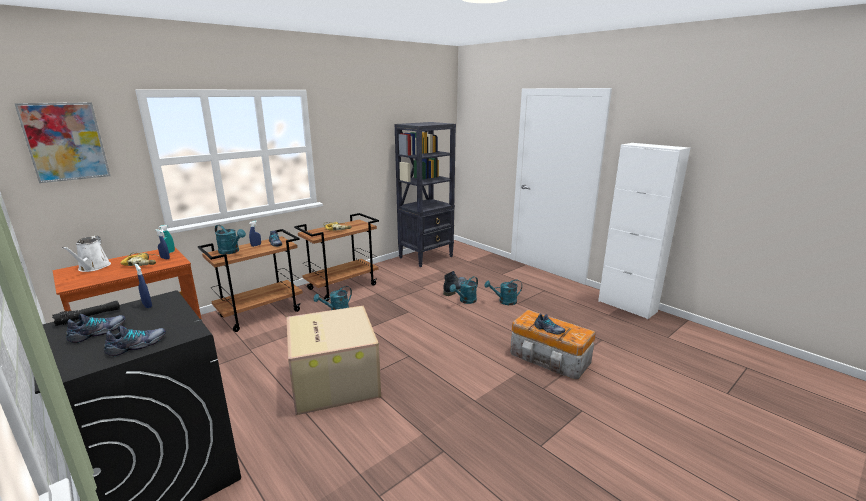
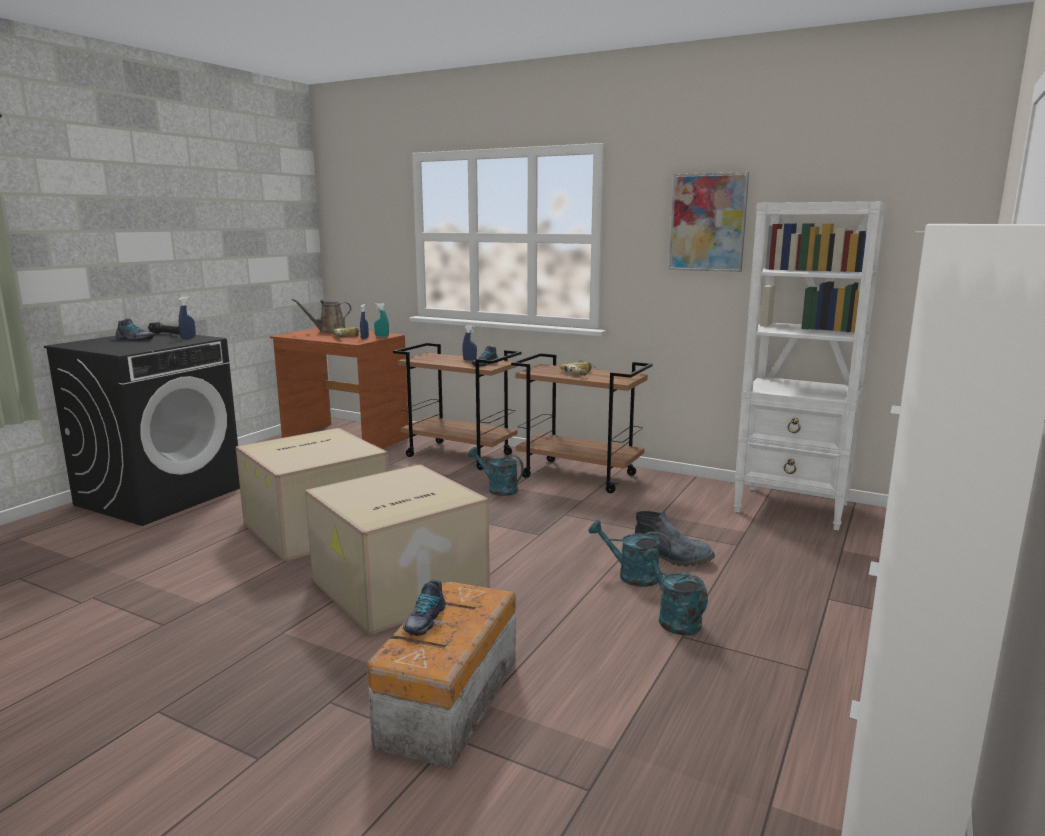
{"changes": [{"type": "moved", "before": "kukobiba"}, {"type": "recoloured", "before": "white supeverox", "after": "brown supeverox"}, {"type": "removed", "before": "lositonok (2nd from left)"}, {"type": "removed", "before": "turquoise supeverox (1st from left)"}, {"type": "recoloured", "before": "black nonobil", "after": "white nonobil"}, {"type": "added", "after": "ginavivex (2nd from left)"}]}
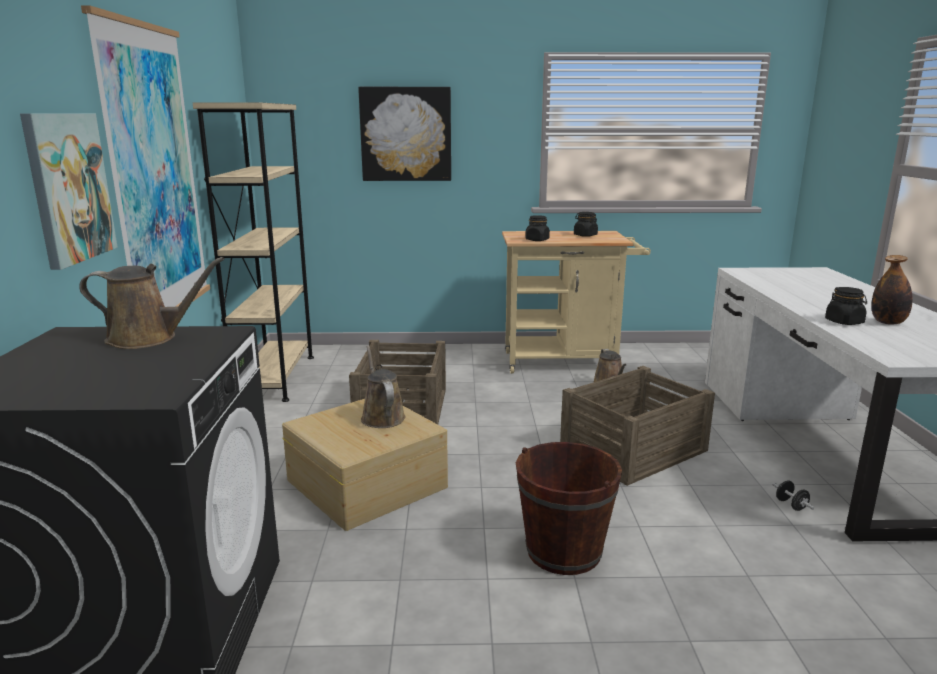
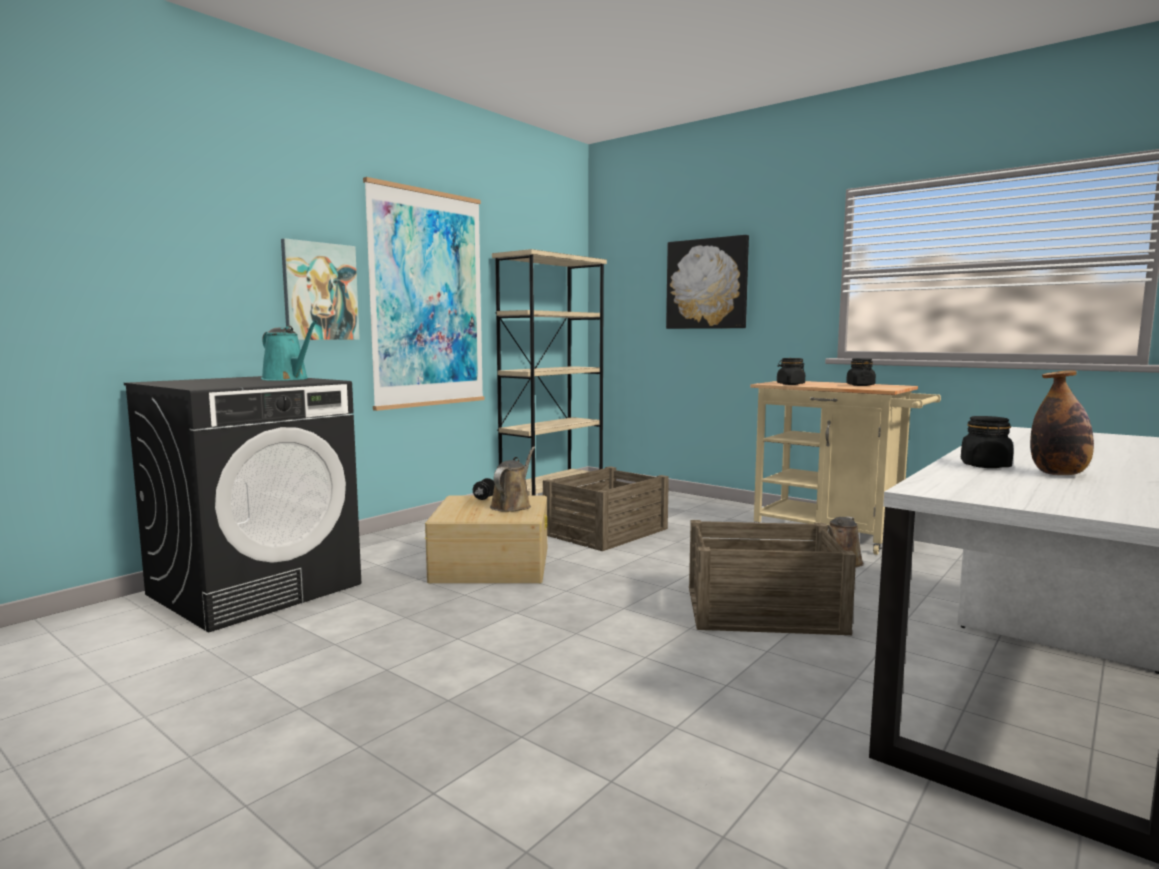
{"changes": [{"type": "recoloured", "before": "brown supeverox (1st from left)", "after": "turquoise supeverox"}, {"type": "removed", "before": "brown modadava"}, {"type": "moved", "before": "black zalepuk"}]}
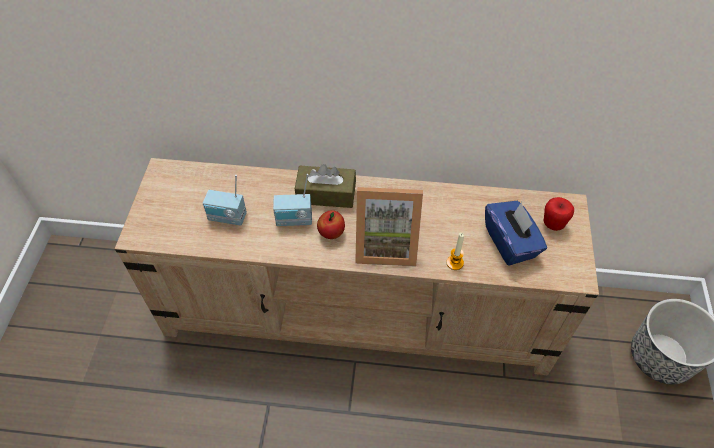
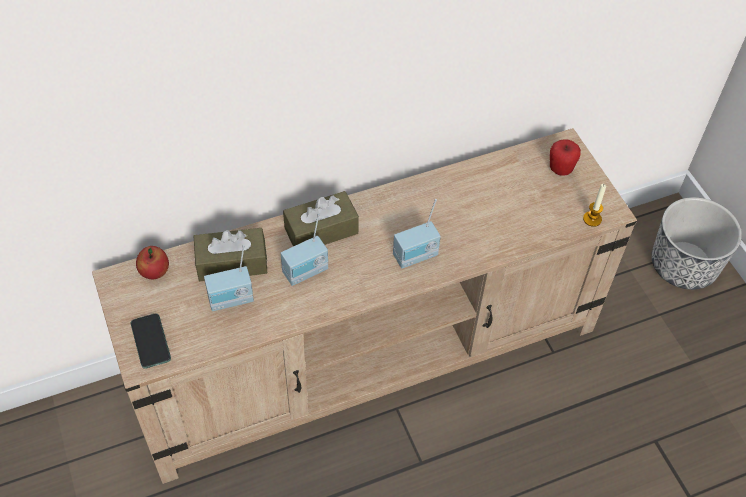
{"changes": [{"type": "moved", "before": "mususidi (1st from left)"}, {"type": "replaced", "before": "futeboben", "after": "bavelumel (3rd from left)"}, {"type": "moved", "before": "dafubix"}, {"type": "removed", "before": "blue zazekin"}, {"type": "added", "after": "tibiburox"}, {"type": "added", "after": "brown zazekin (1st from left)"}]}
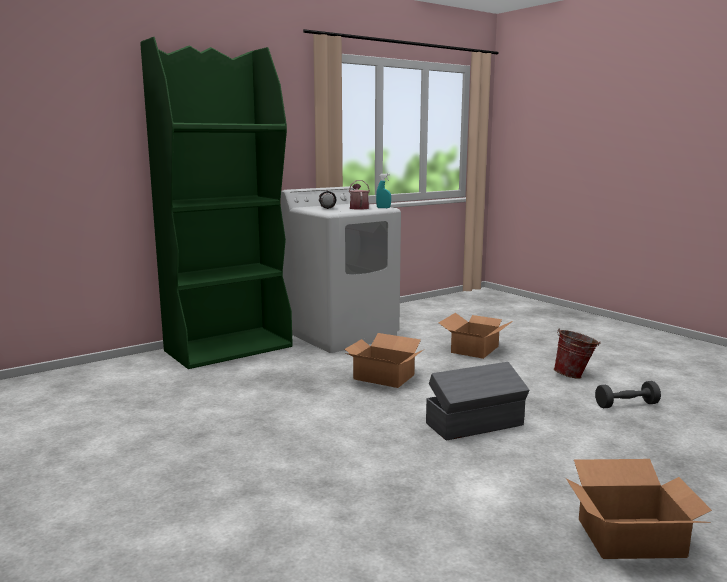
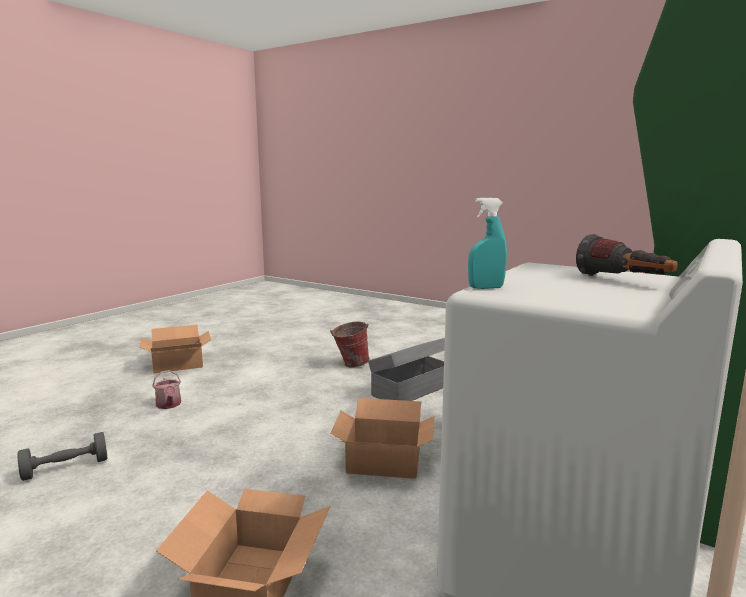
{"changes": [{"type": "moved", "before": "supeverox"}, {"type": "moved", "before": "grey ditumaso"}, {"type": "moved", "before": "modadava"}]}
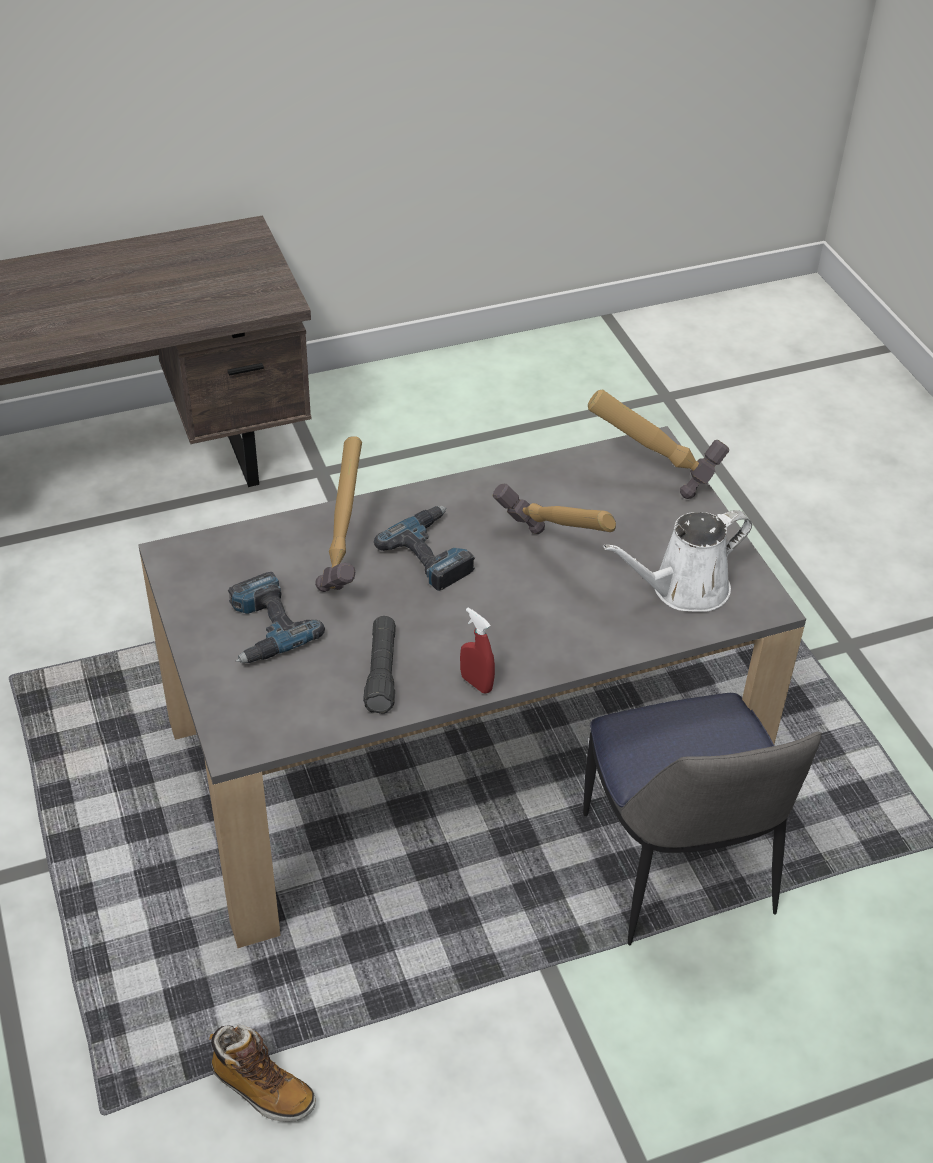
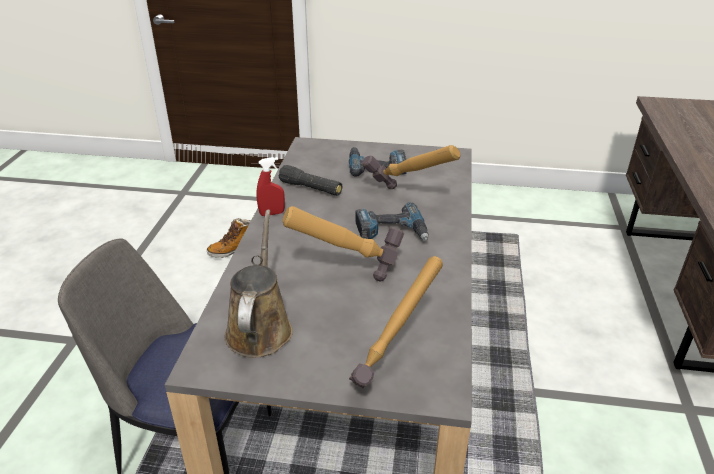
{"changes": [{"type": "recoloured", "before": "white supeverox", "after": "brown supeverox"}]}
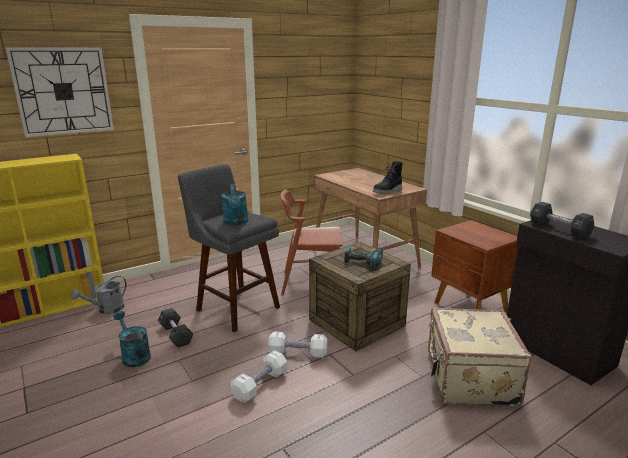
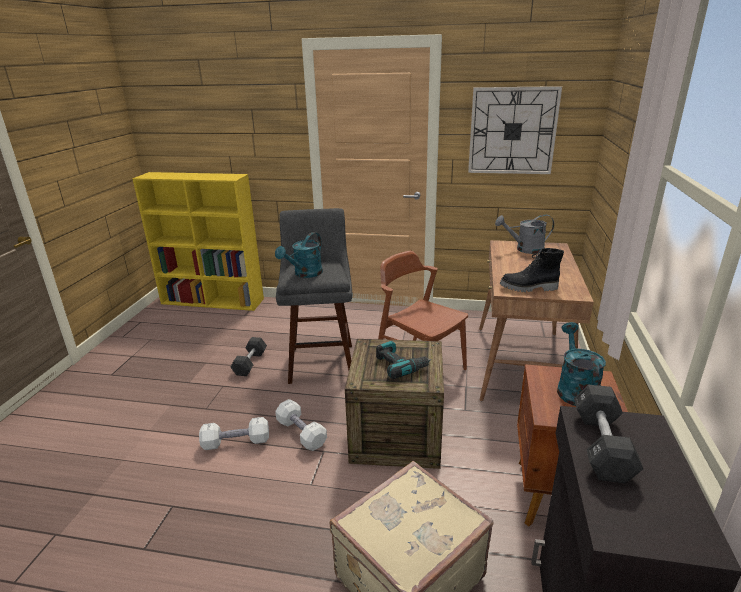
{"changes": [{"type": "moved", "before": "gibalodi"}, {"type": "moved", "before": "grey supeverox"}, {"type": "moved", "before": "turquoise supeverox (1st from left in the first image)", "after": "turquoise supeverox (2nd from left)"}]}
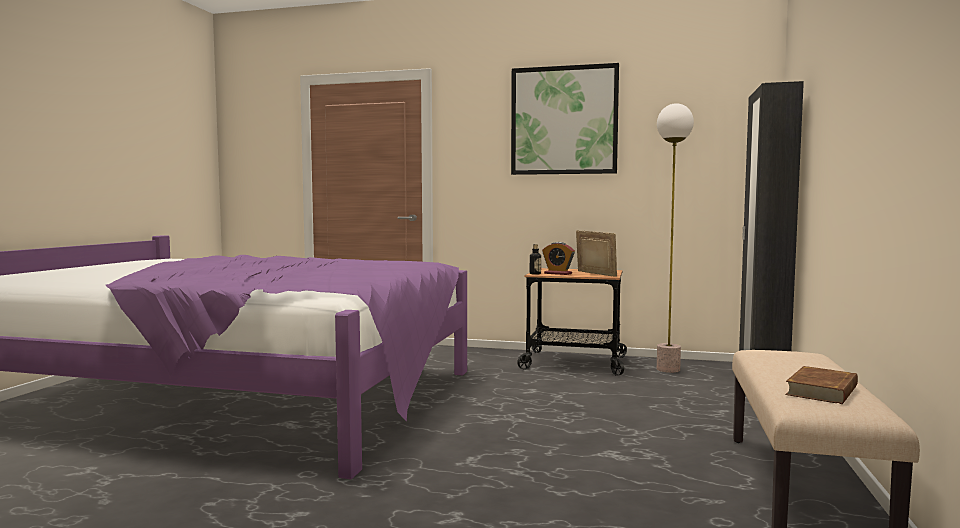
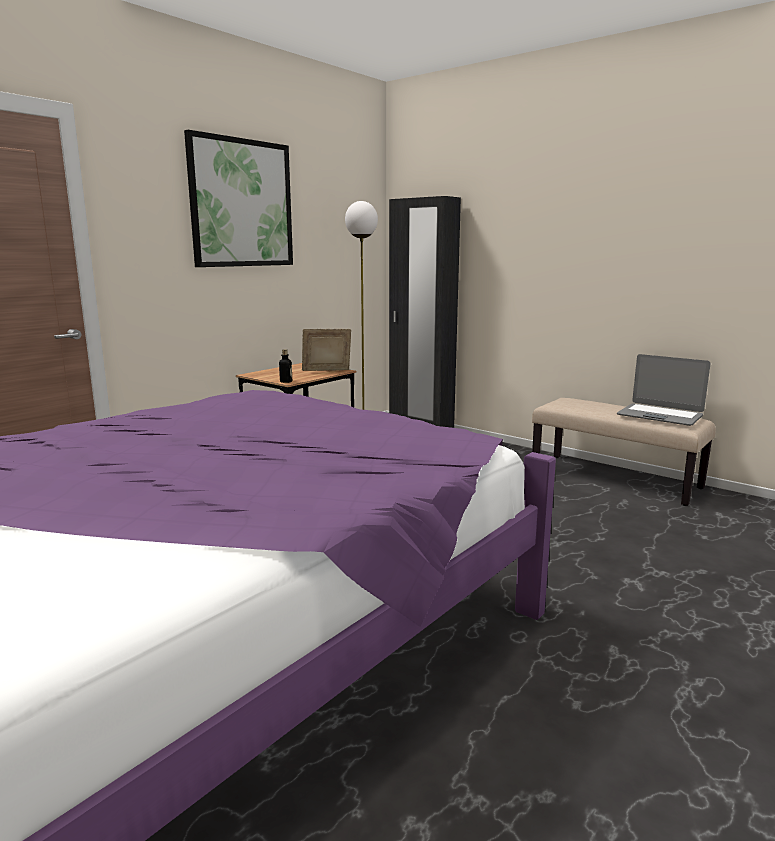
{"changes": [{"type": "removed", "before": "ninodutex"}, {"type": "replaced", "before": "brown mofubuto", "after": "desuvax"}]}
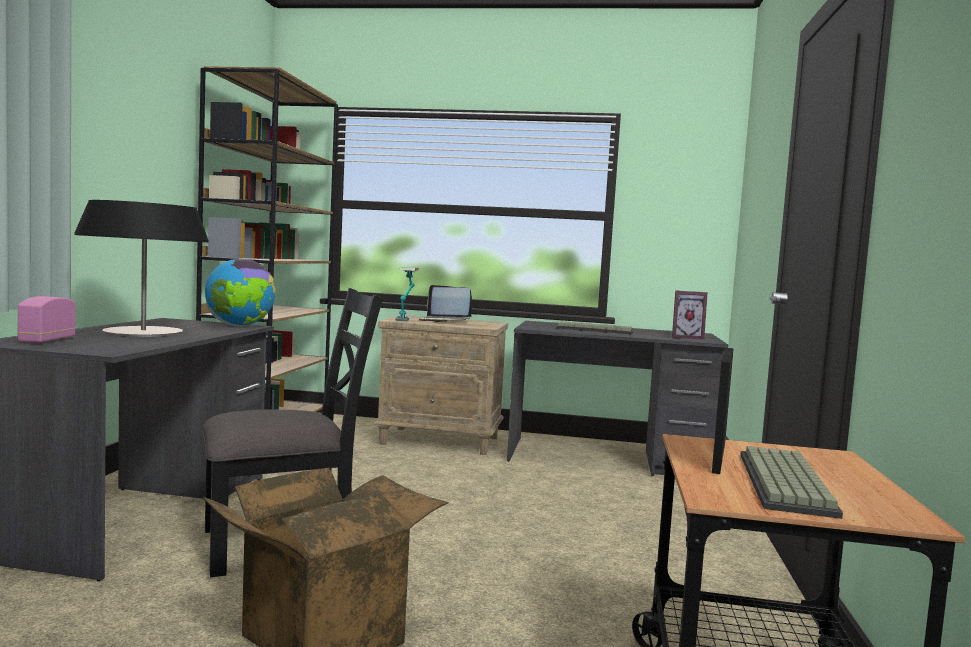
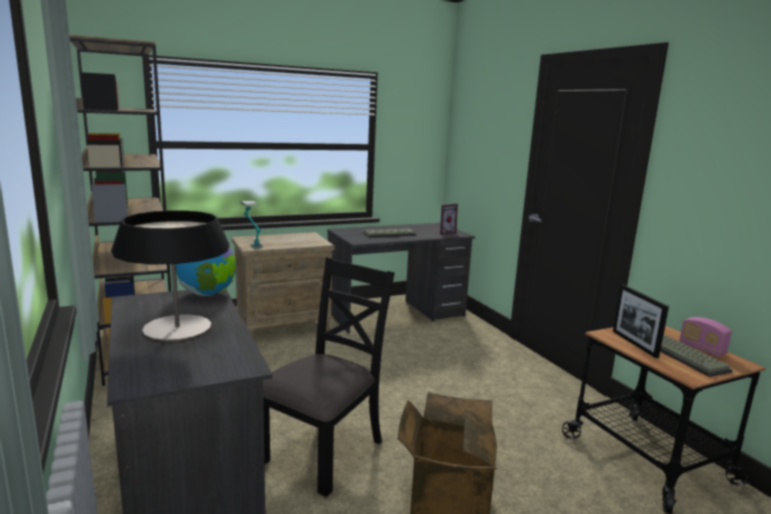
{"changes": [{"type": "moved", "before": "bavelumel"}, {"type": "removed", "before": "desuvax"}]}
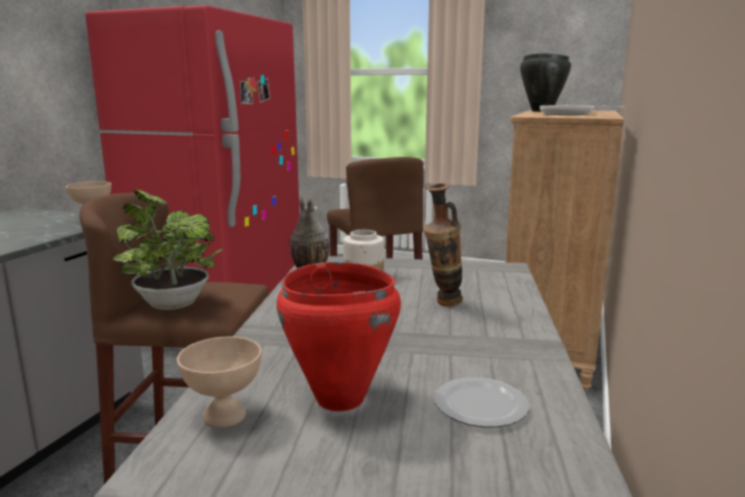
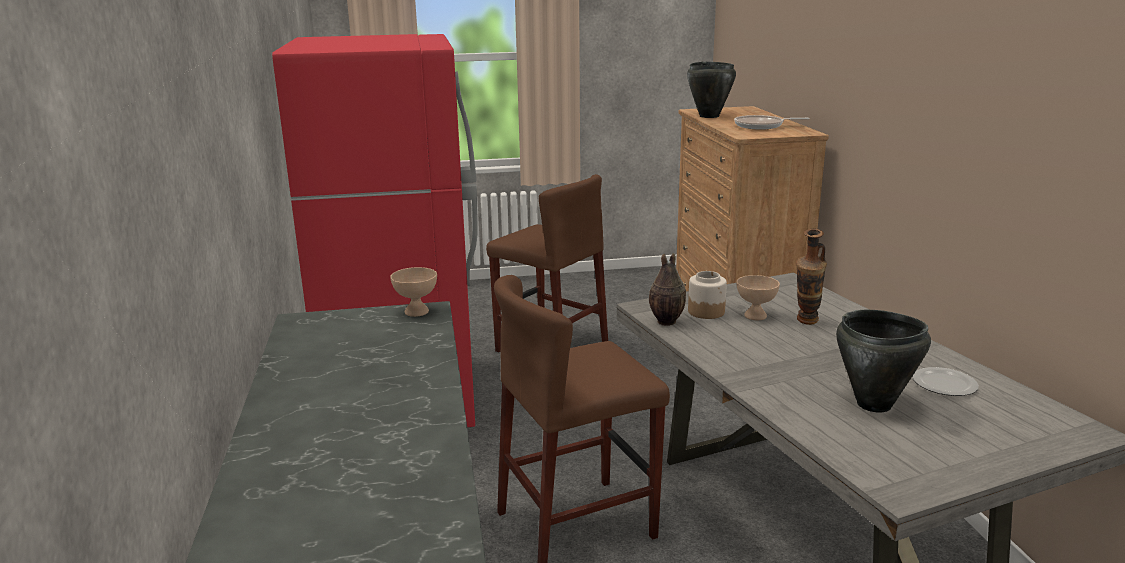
{"changes": [{"type": "removed", "before": "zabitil"}, {"type": "moved", "before": "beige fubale (2nd from left)"}, {"type": "recoloured", "before": "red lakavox", "after": "black lakavox (2nd from left)"}]}
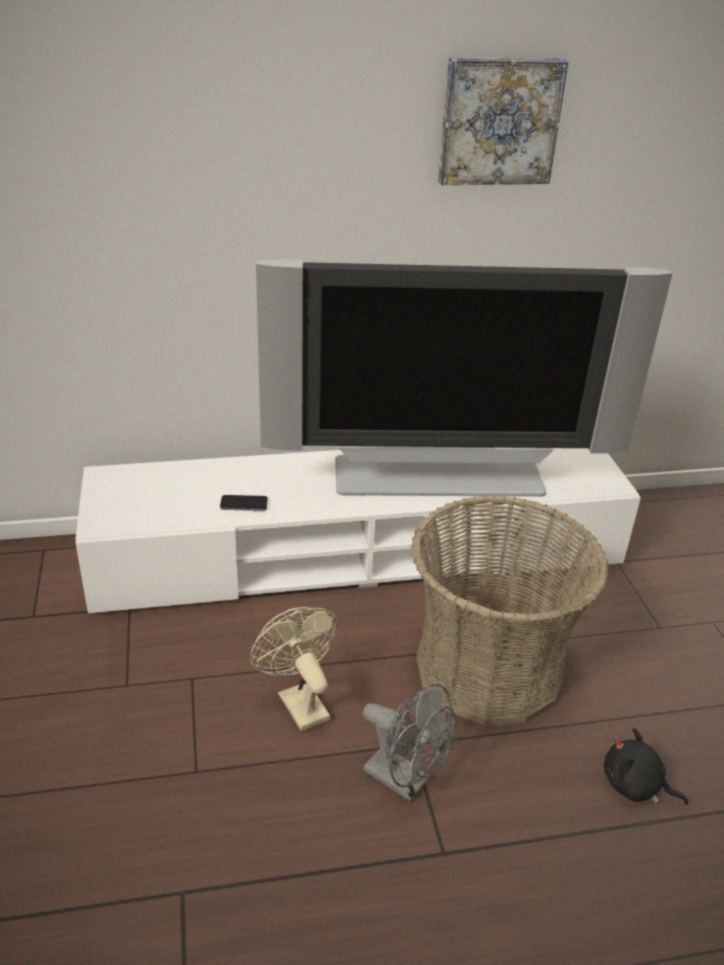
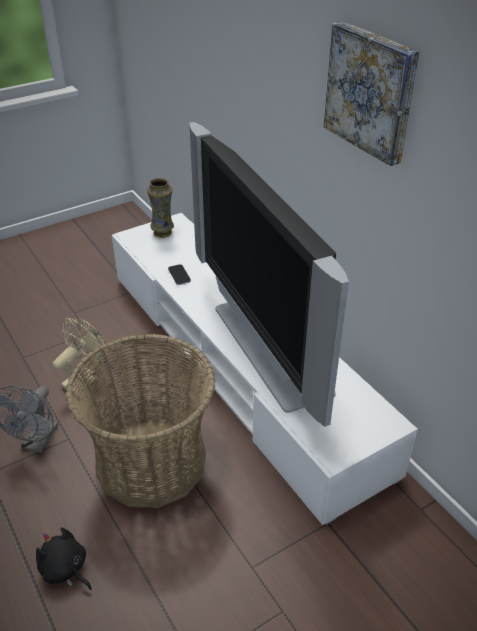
{"changes": [{"type": "turned", "before": "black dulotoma", "turn": -60}, {"type": "added", "after": "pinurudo"}]}
